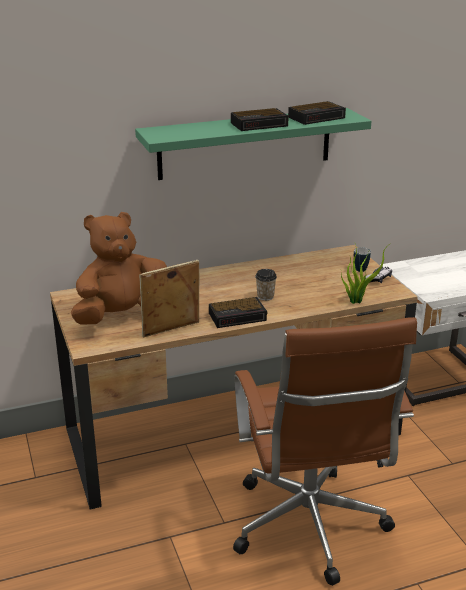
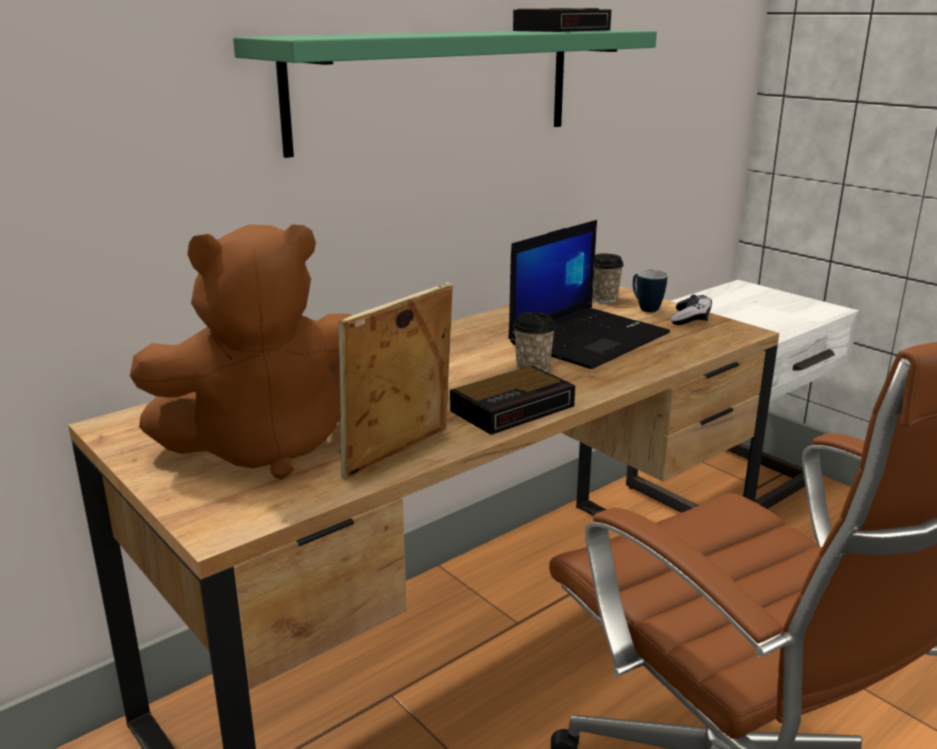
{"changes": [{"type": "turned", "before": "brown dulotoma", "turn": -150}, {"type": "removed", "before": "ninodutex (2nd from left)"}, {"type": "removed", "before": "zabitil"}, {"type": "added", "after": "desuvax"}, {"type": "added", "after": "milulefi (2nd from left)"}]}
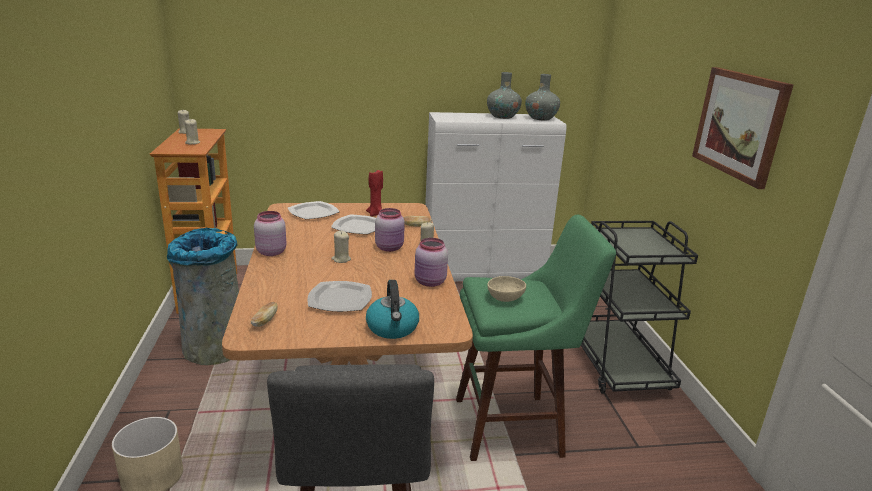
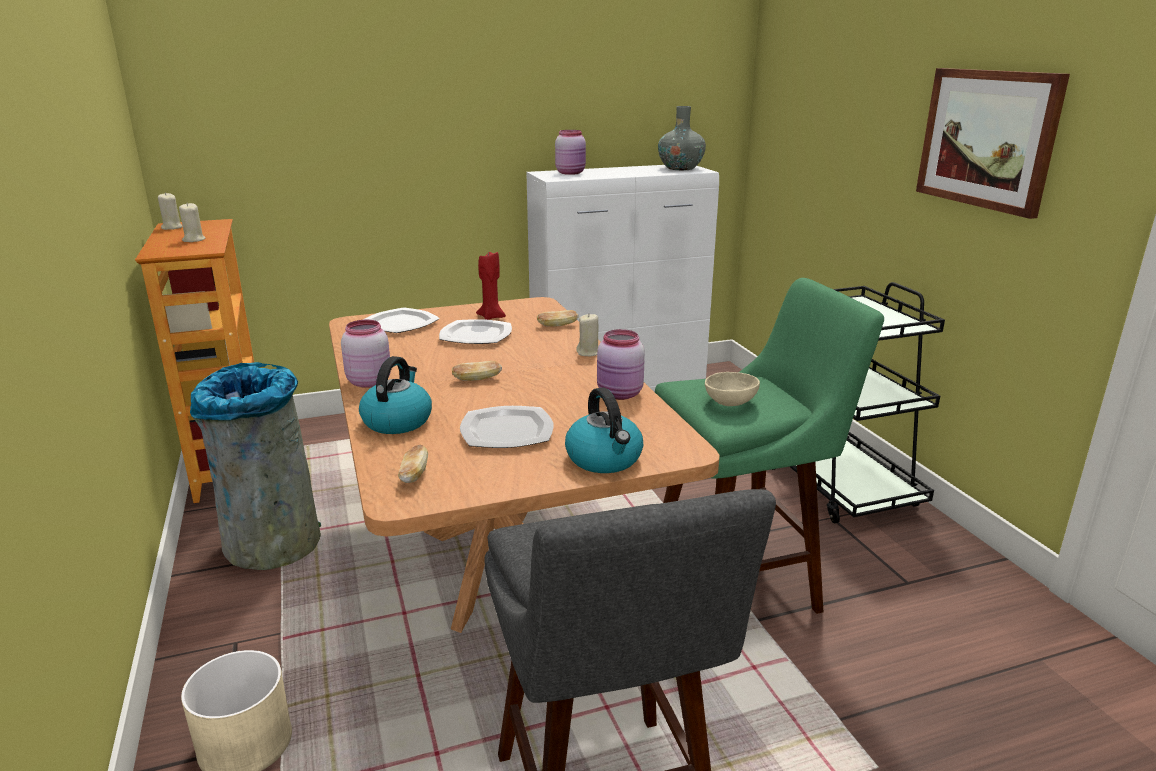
{"changes": [{"type": "replaced", "before": "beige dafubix (3rd from left)", "after": "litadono (2nd from left)"}, {"type": "moved", "before": "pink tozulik (2nd from left)"}, {"type": "removed", "before": "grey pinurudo (1st from left)"}, {"type": "added", "after": "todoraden (1st from left)"}]}
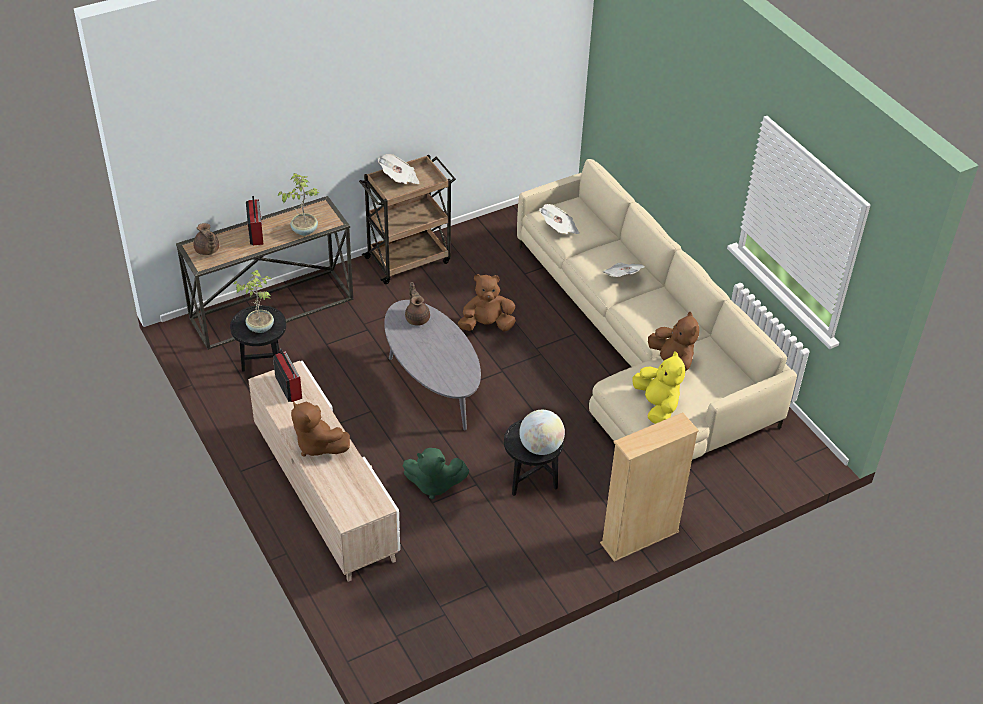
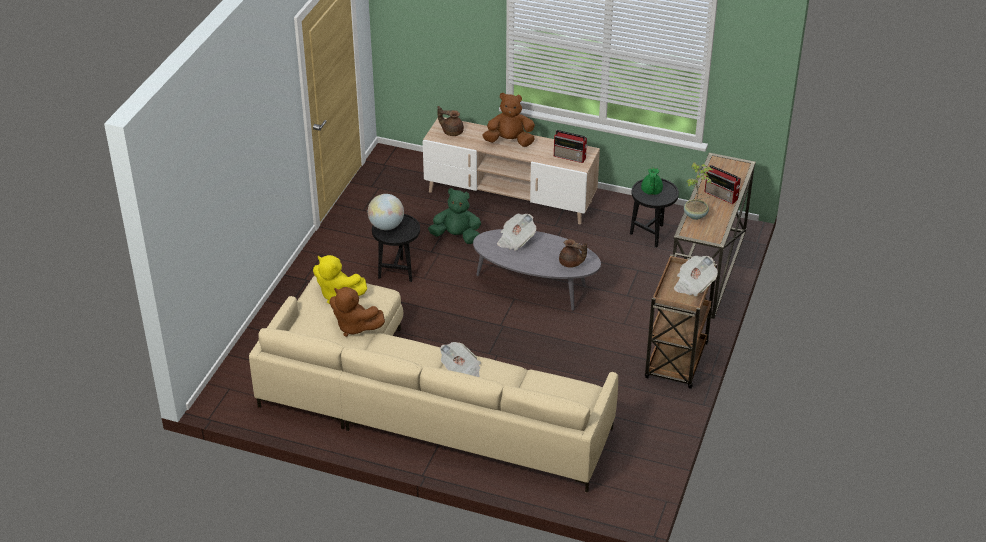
{"changes": [{"type": "moved", "before": "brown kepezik (1st from left)"}, {"type": "replaced", "before": "zabitil (1st from left)", "after": "green kepezik"}, {"type": "turned", "before": "green dulotoma", "turn": 45}, {"type": "removed", "before": "brown dulotoma (2nd from left)"}, {"type": "moved", "before": "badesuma (2nd from left)"}, {"type": "removed", "before": "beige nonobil"}]}
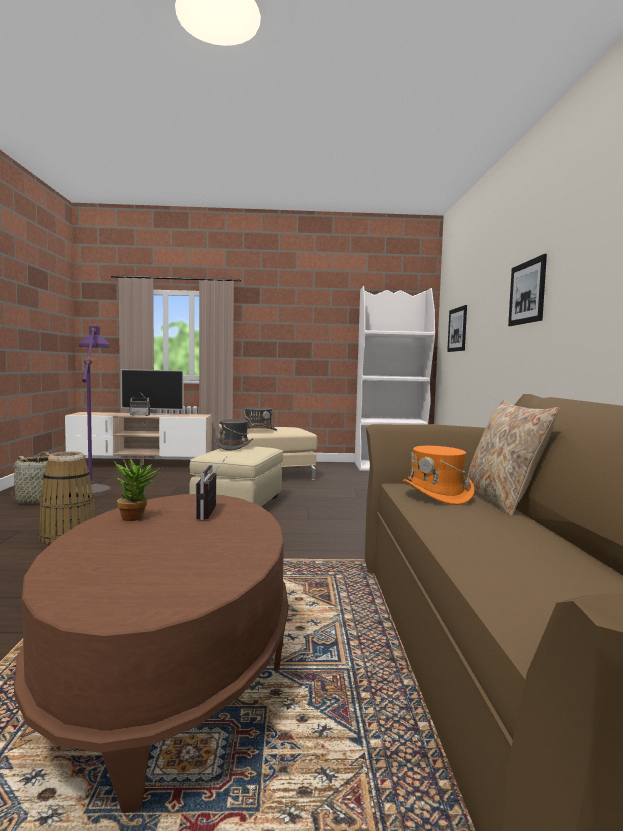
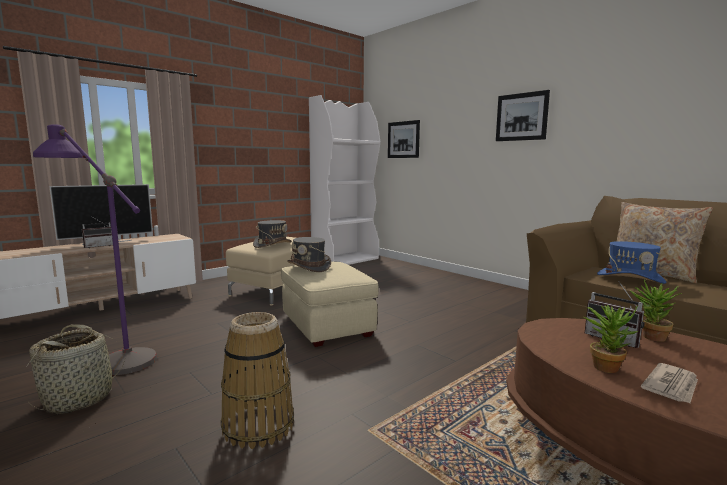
{"changes": [{"type": "recoloured", "before": "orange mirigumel", "after": "blue mirigumel"}, {"type": "added", "after": "zabitil (2nd from left)"}, {"type": "added", "after": "badesuma"}]}
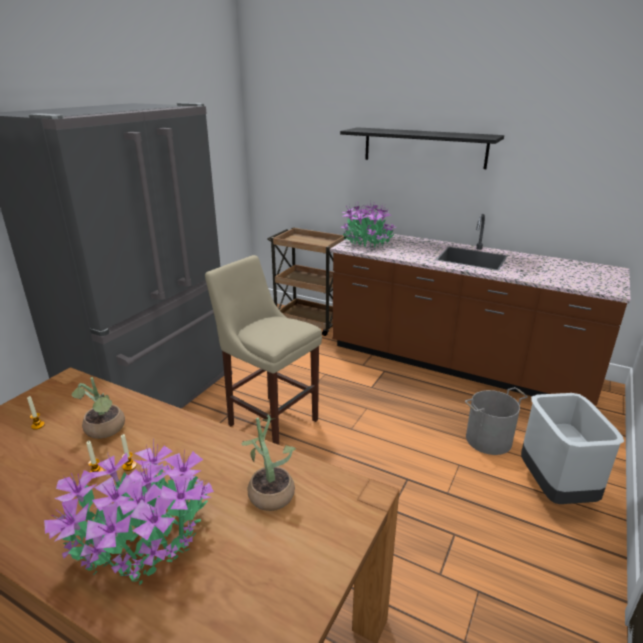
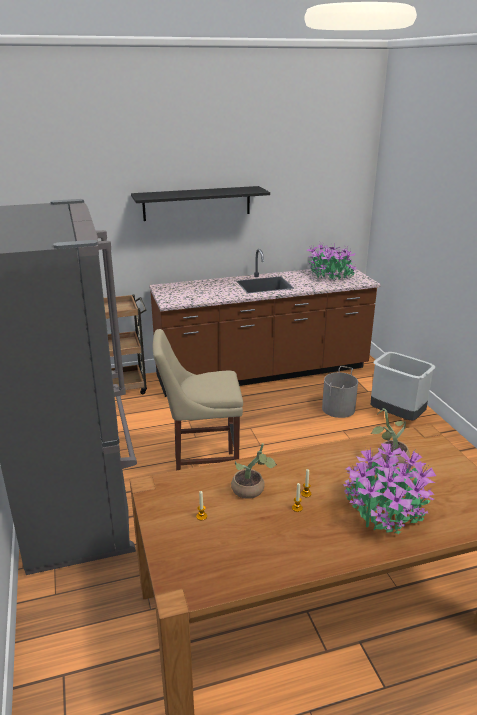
{"changes": [{"type": "moved", "before": "zabitil (4th from left in the first image)", "after": "zabitil (2nd from left)"}]}
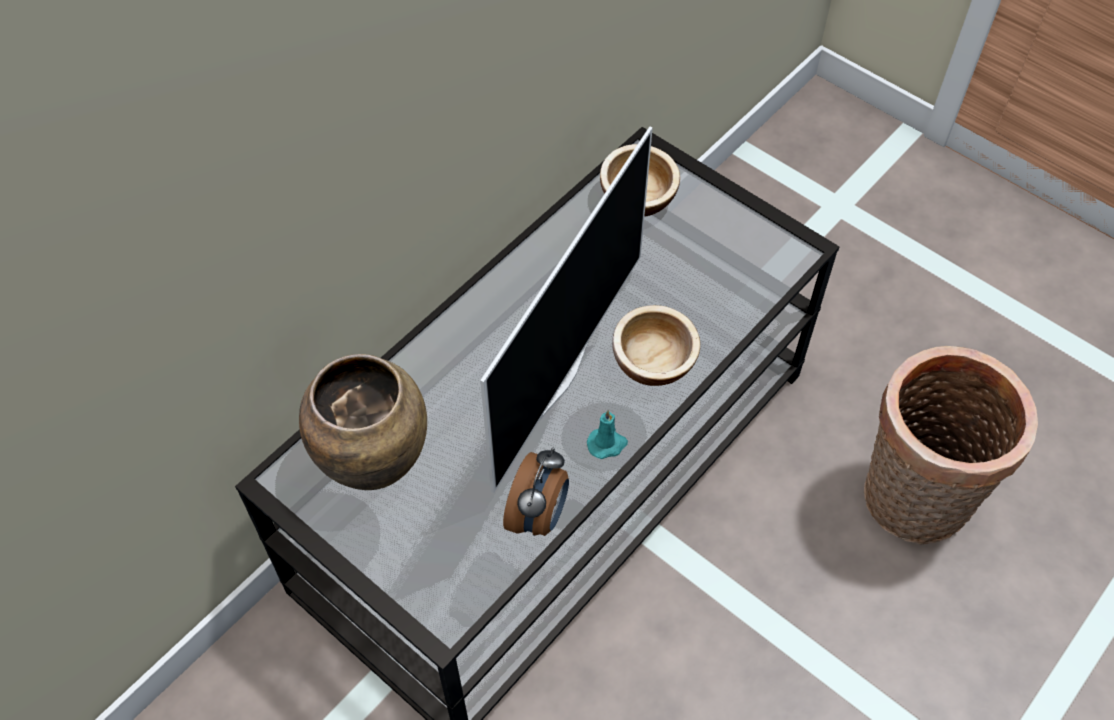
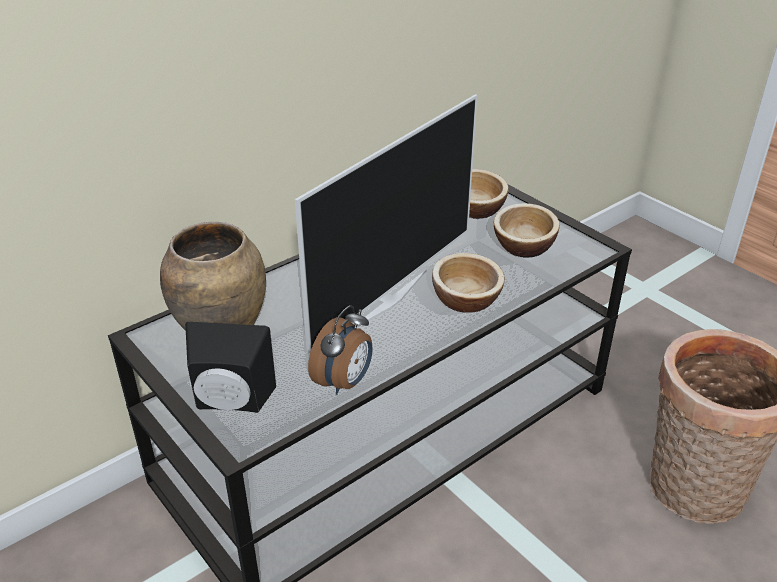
{"changes": [{"type": "removed", "before": "turquoise dafubix"}, {"type": "added", "after": "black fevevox"}, {"type": "added", "after": "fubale (3rd from left)"}]}
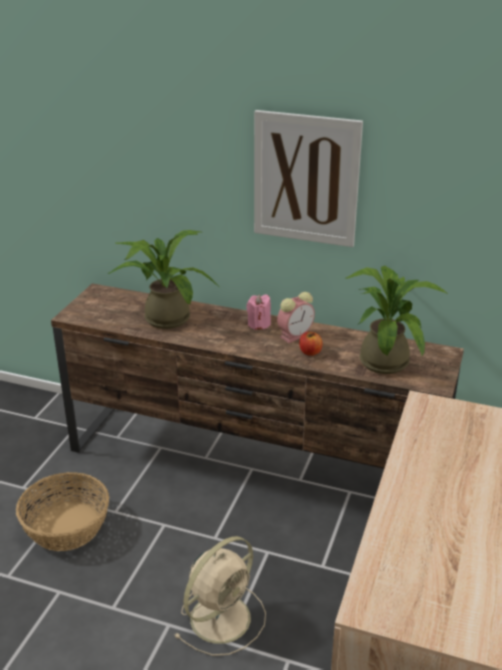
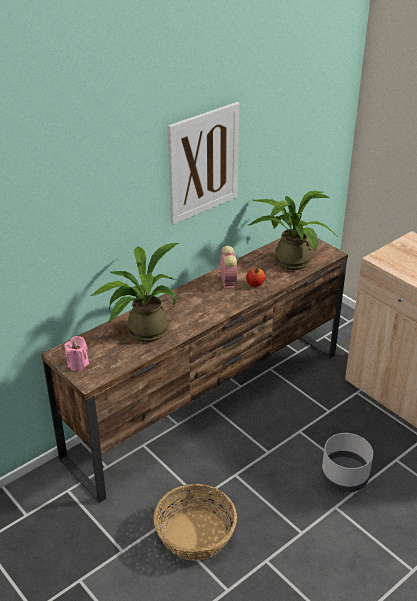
{"changes": [{"type": "replaced", "before": "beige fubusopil", "after": "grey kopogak"}, {"type": "moved", "before": "pink dafubix"}]}
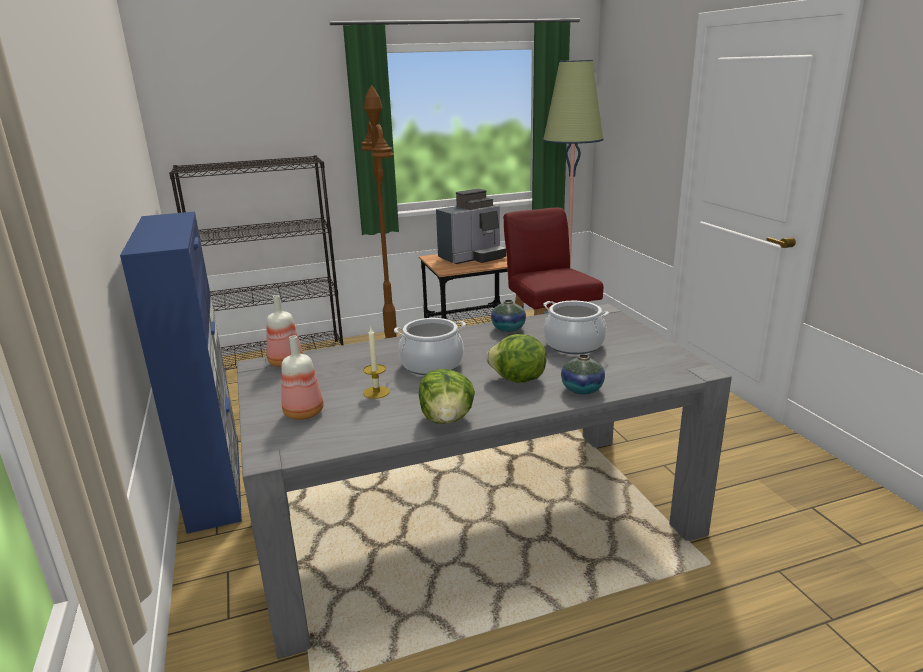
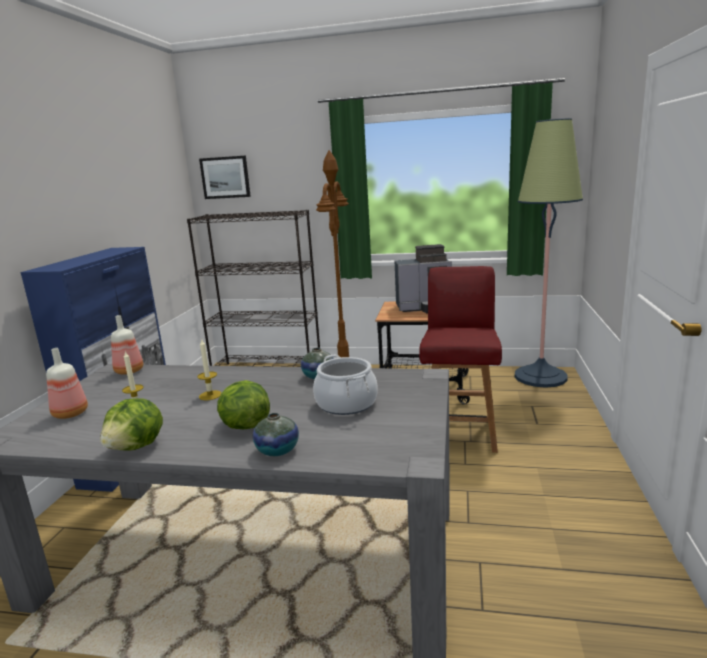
{"changes": [{"type": "replaced", "before": "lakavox (1st from left)", "after": "dafubix (2nd from left)"}, {"type": "added", "after": "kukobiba"}]}
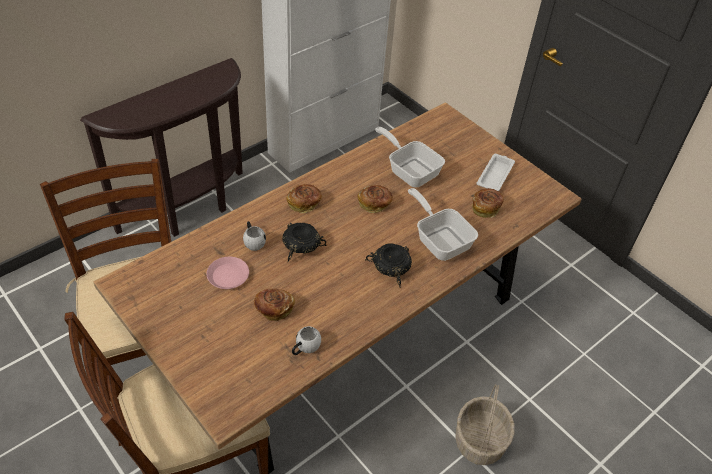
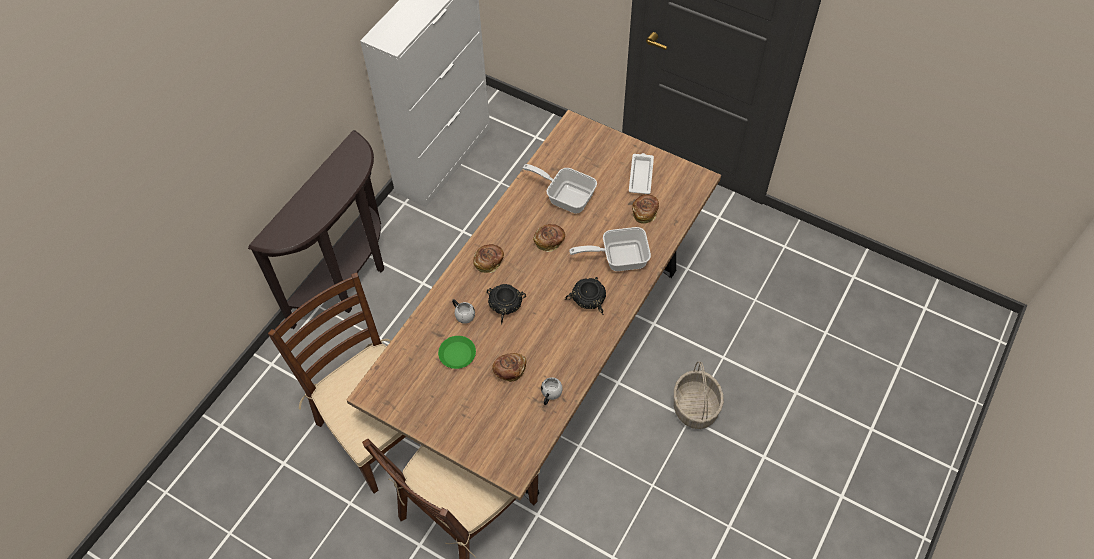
{"changes": [{"type": "recoloured", "before": "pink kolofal", "after": "green kolofal"}, {"type": "turned", "before": "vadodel (2nd from left)", "turn": -45}]}
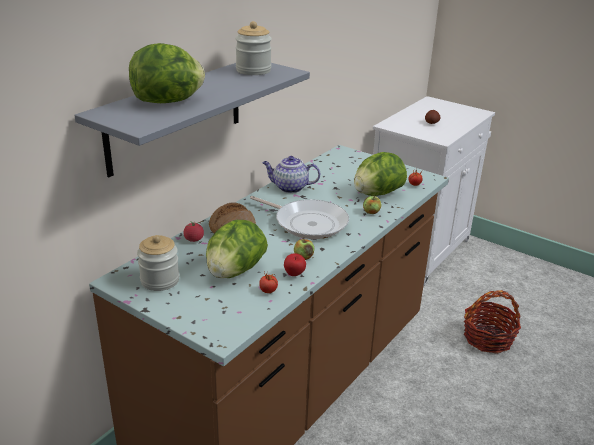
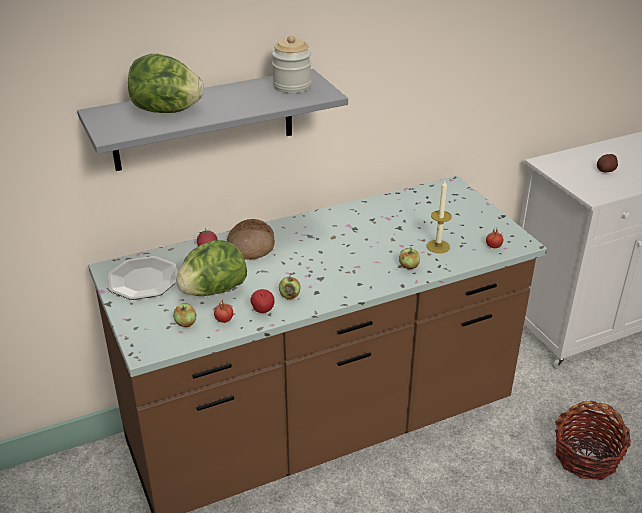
{"changes": [{"type": "replaced", "before": "tozulik (1st from left)", "after": "kolofal"}, {"type": "removed", "before": "vadodel"}, {"type": "removed", "before": "kepezik"}, {"type": "replaced", "before": "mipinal (3rd from left)", "after": "dafubix"}, {"type": "added", "after": "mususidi (1st from left)"}]}
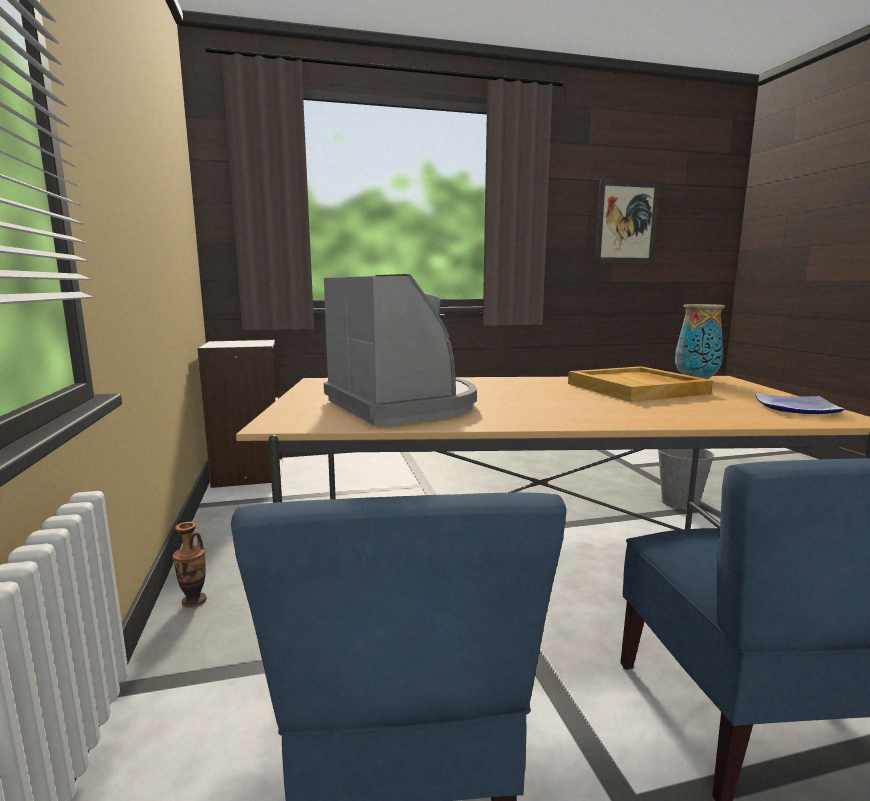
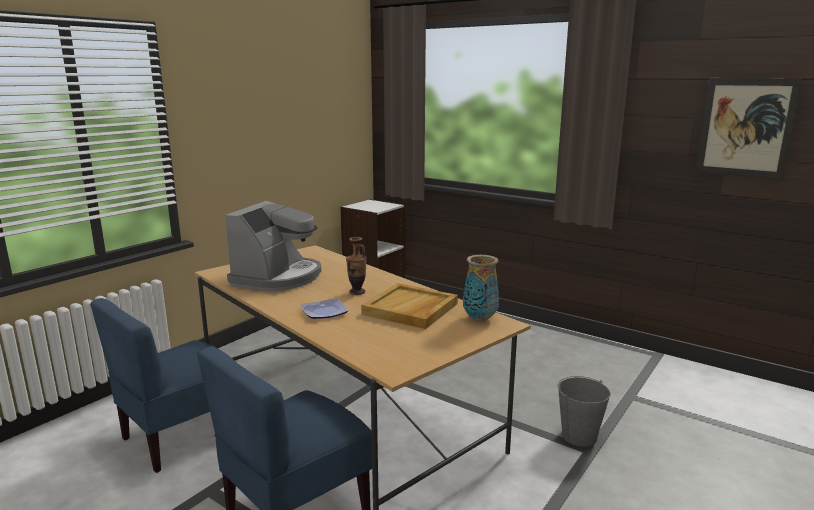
{"changes": [{"type": "moved", "before": "pinurudo (1st from left)"}, {"type": "moved", "before": "kolofal"}]}
